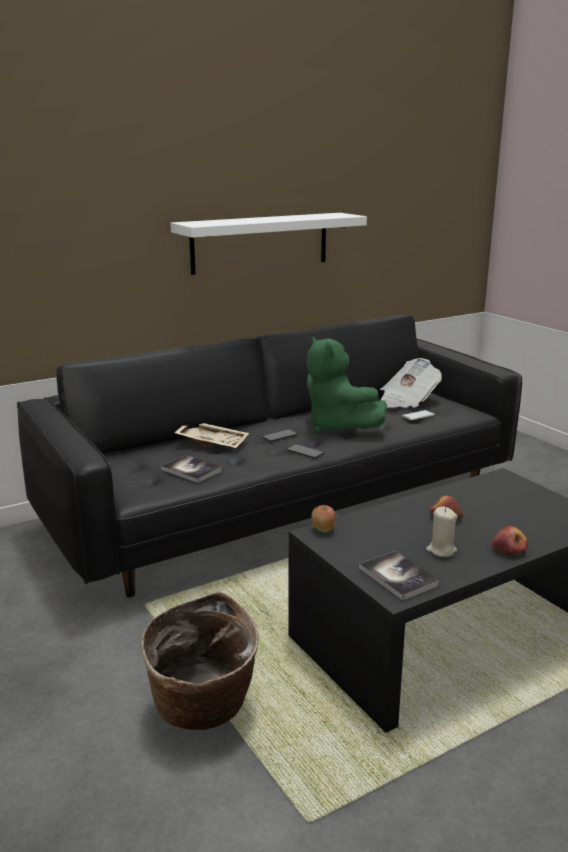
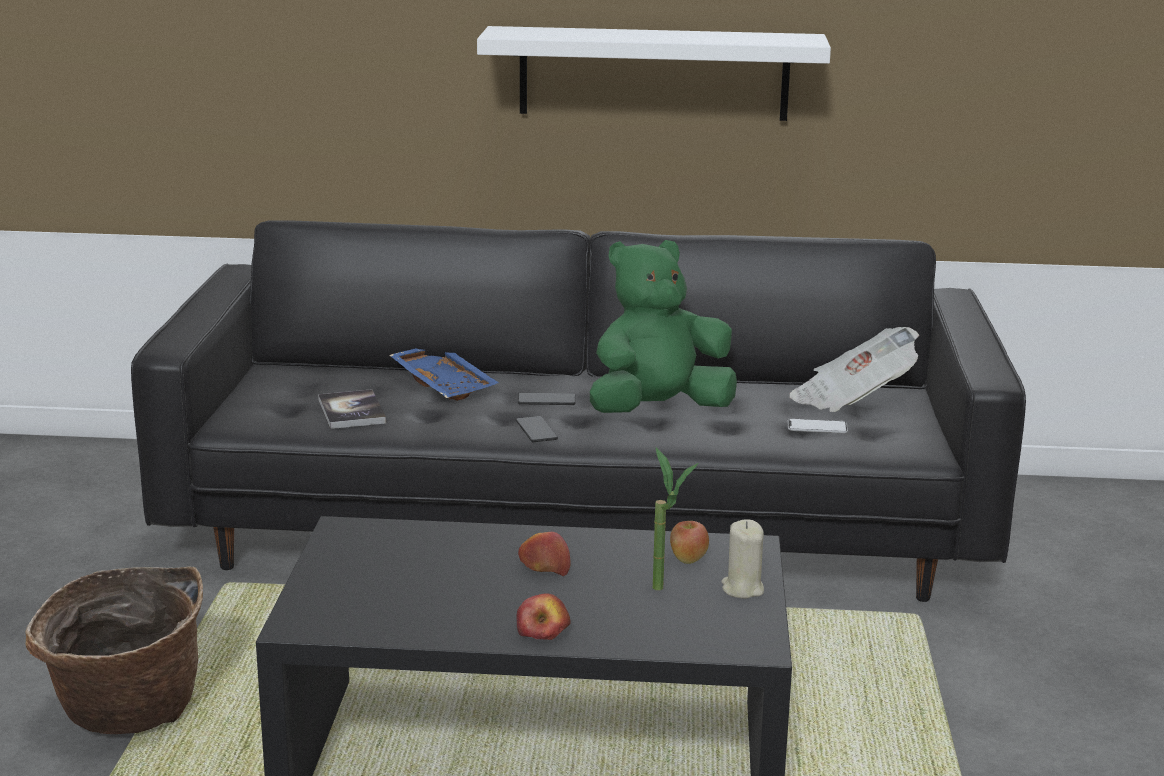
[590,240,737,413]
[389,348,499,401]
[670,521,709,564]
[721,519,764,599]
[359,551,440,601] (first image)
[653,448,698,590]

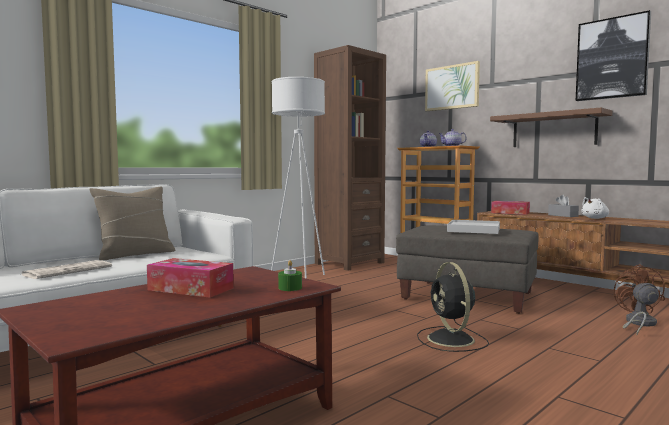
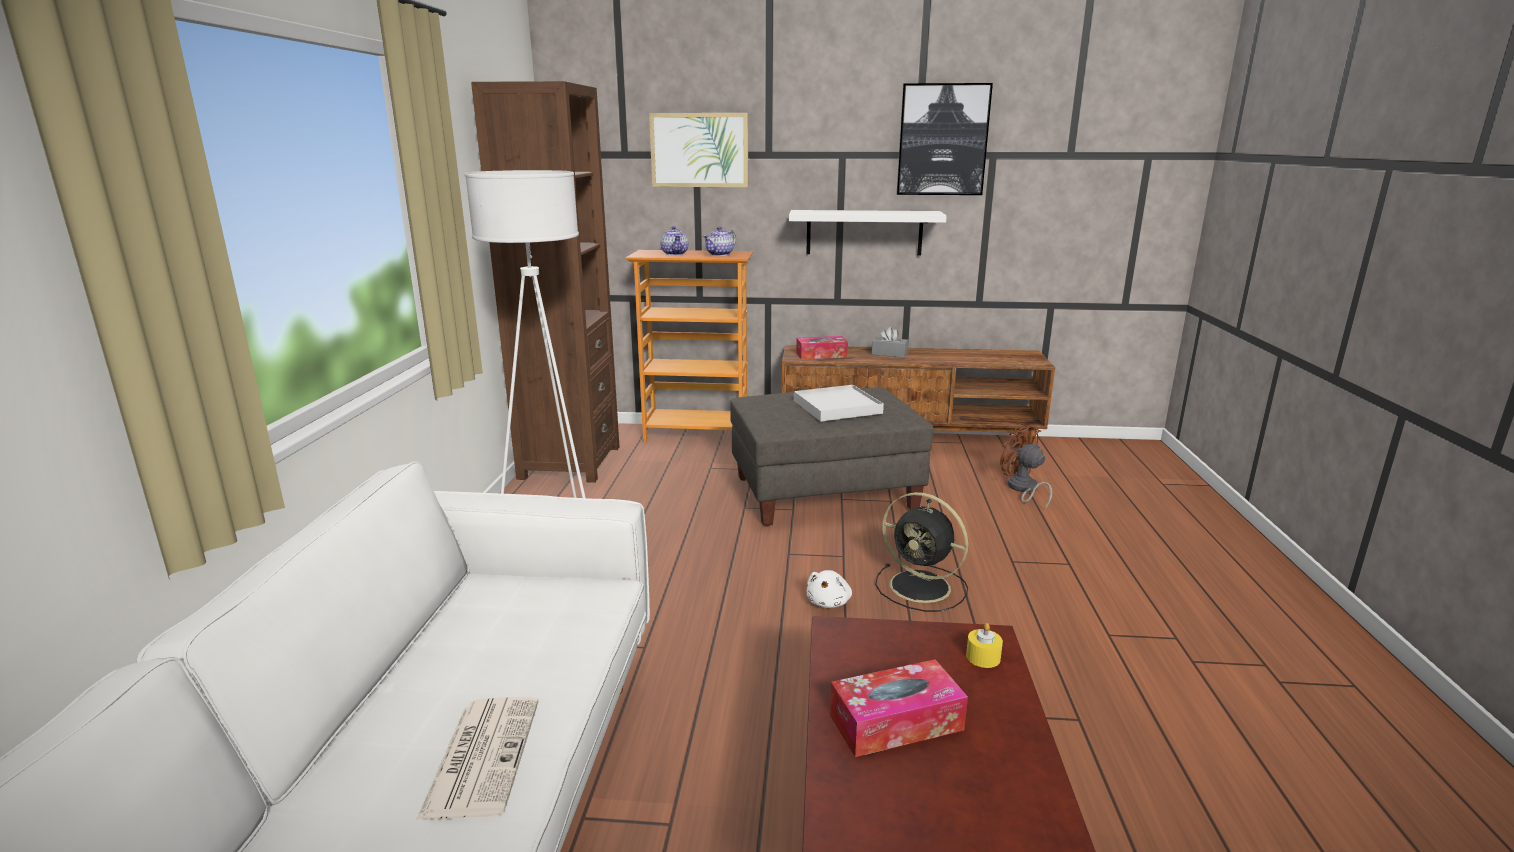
[789,210,947,256]
[89,187,175,260] (first image)
[807,570,852,608]
[966,623,1003,668]

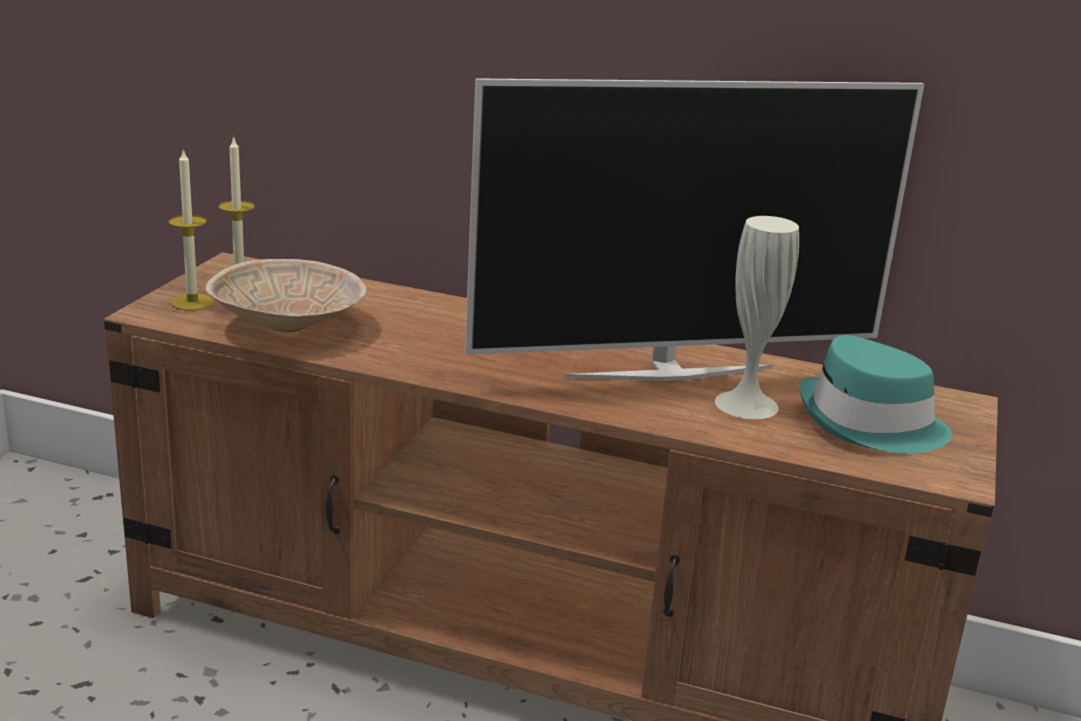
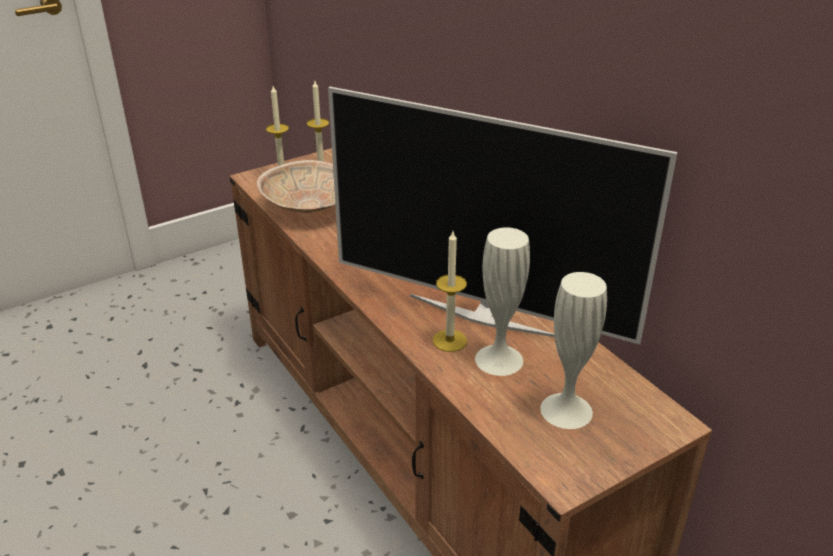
[540,272,607,429]
[433,231,467,352]

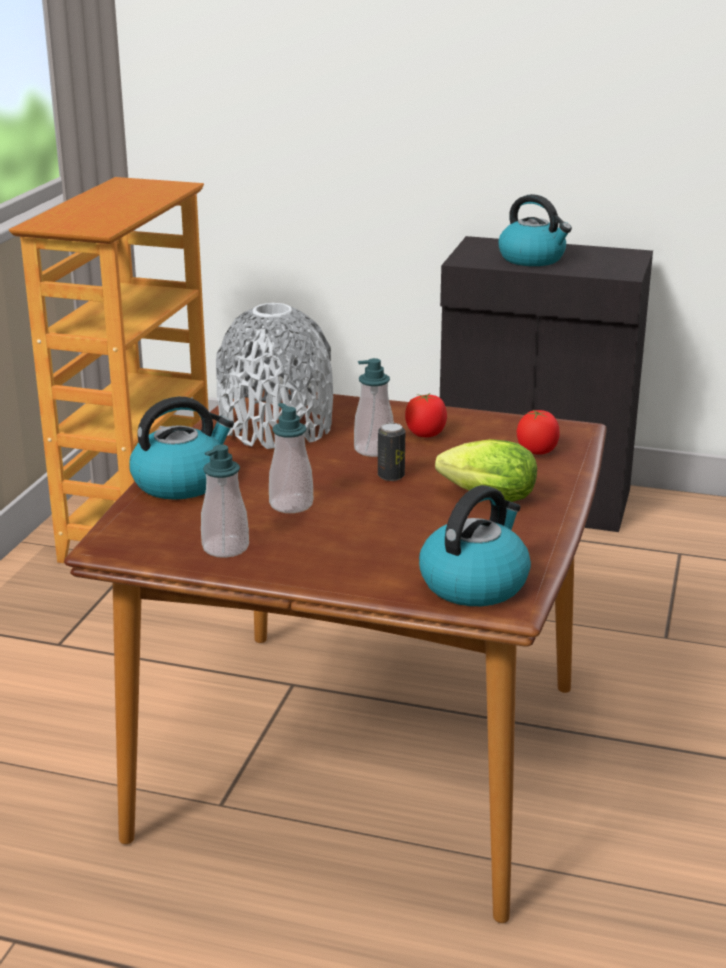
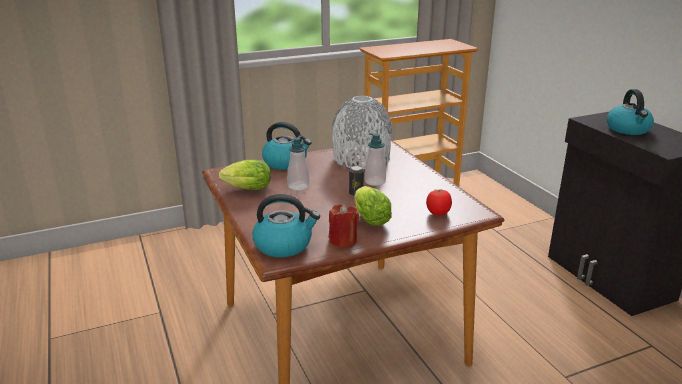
[405,393,447,437] (first image)
[219,160,271,190]
[329,204,359,248]

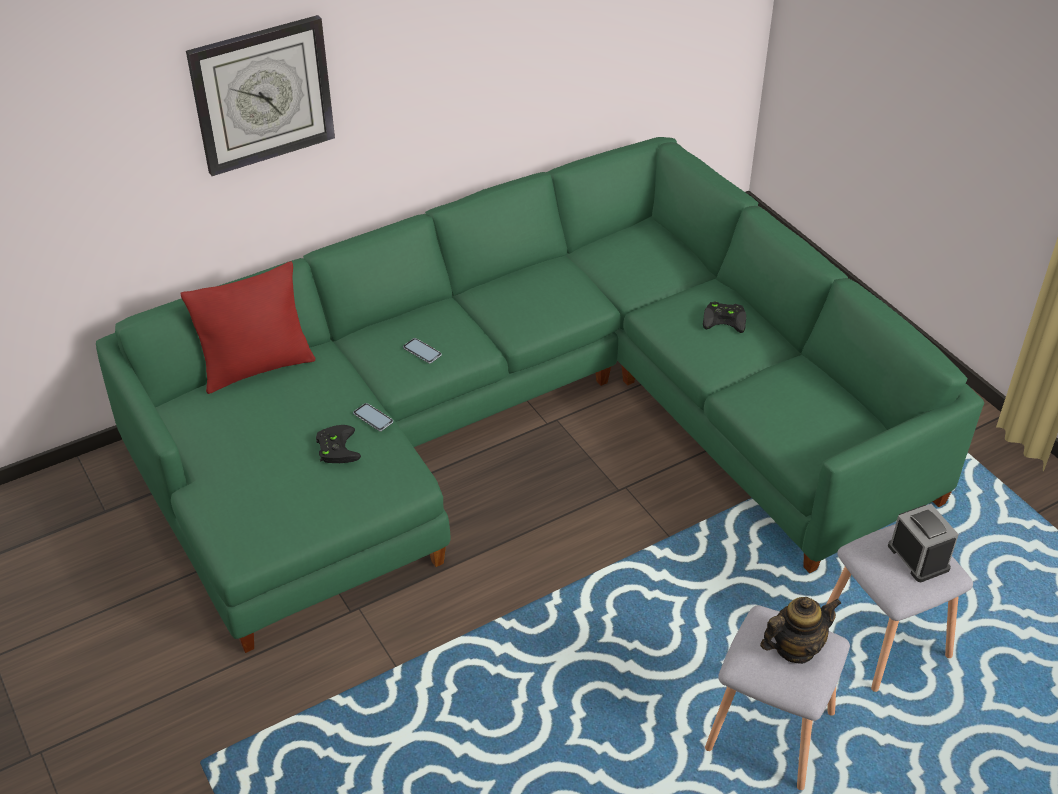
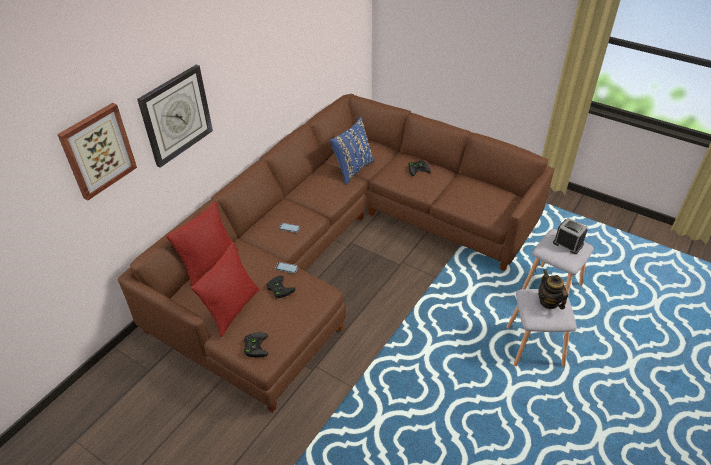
[118,94,554,412]
[538,269,568,310]
[57,103,137,201]
[330,117,375,185]
[191,242,259,337]
[244,332,268,357]

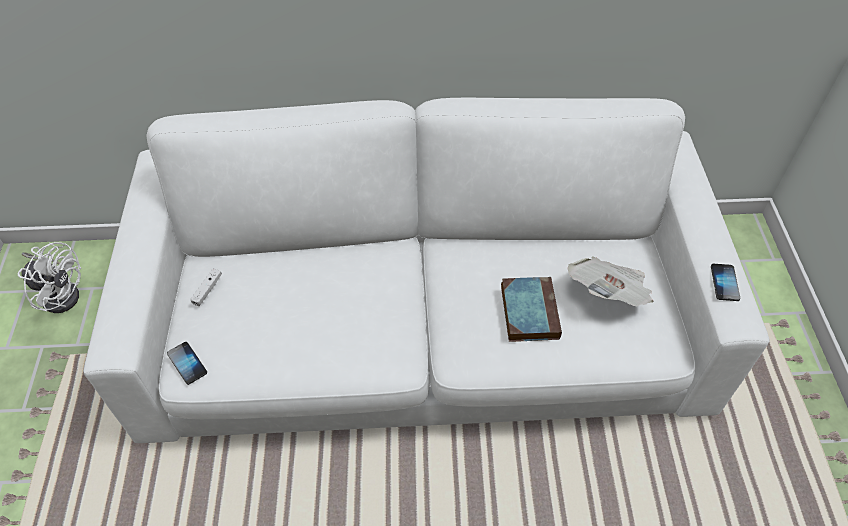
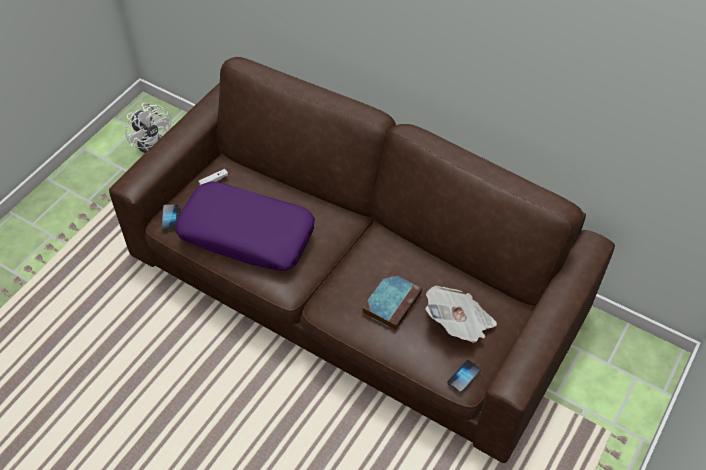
[109,57,615,463]
[447,360,481,392]
[176,181,315,271]

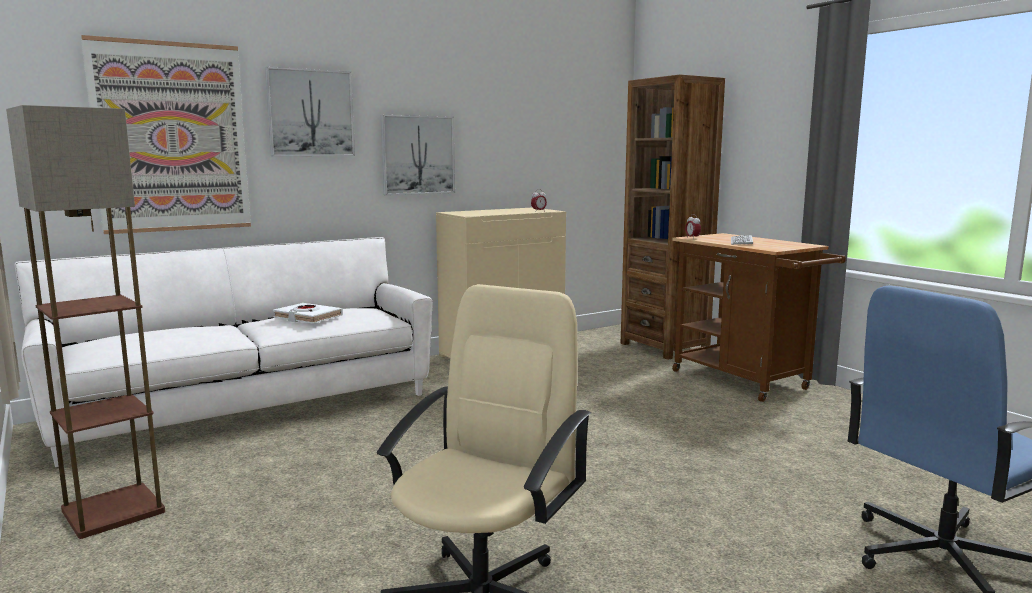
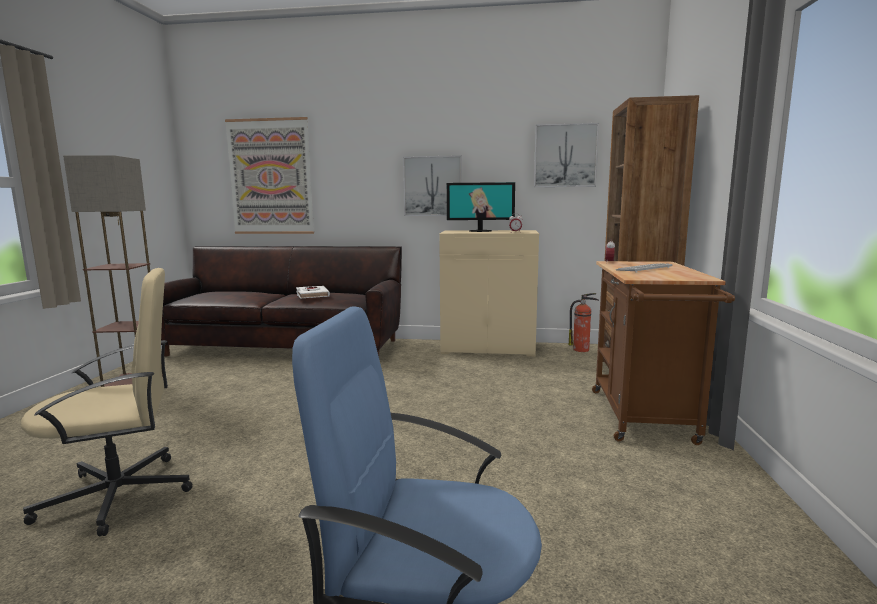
[534,123,599,187]
[161,246,402,356]
[447,182,515,232]
[569,293,599,352]

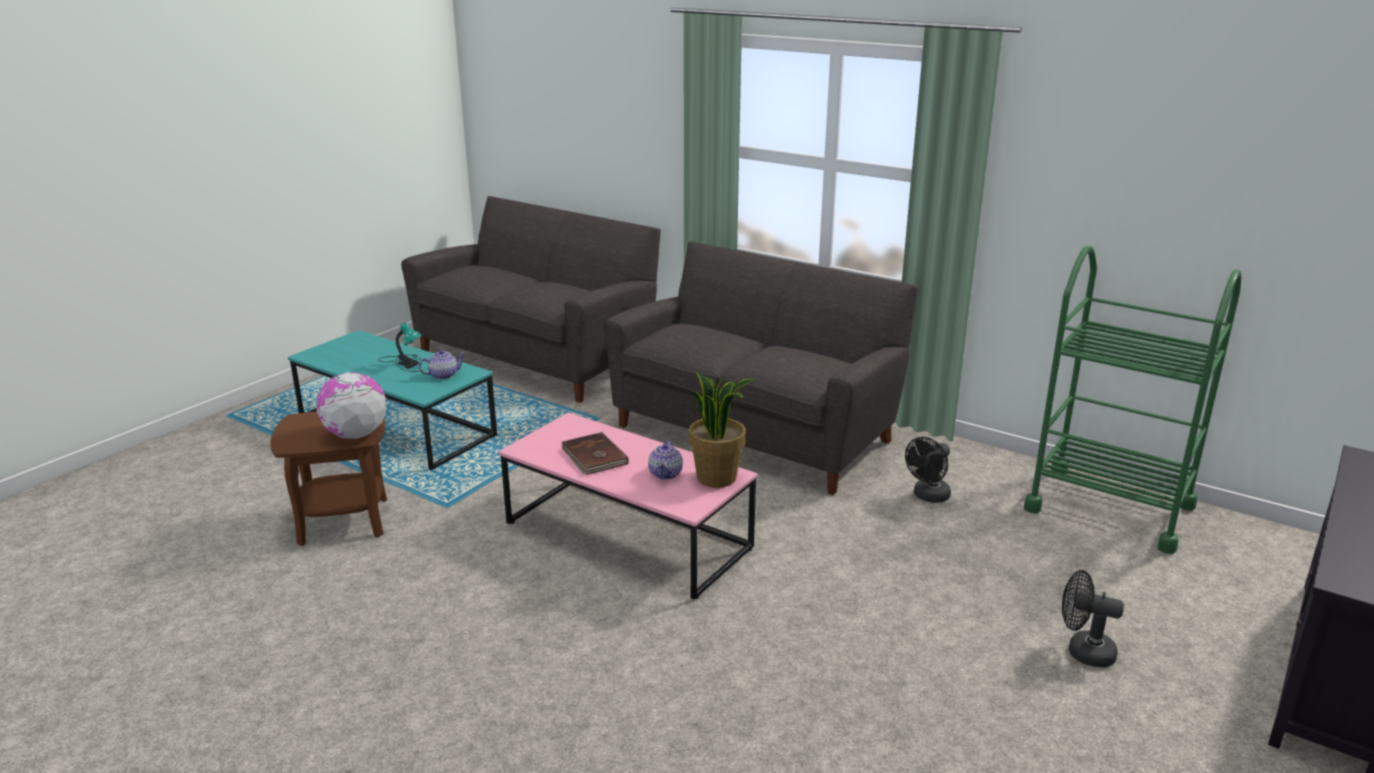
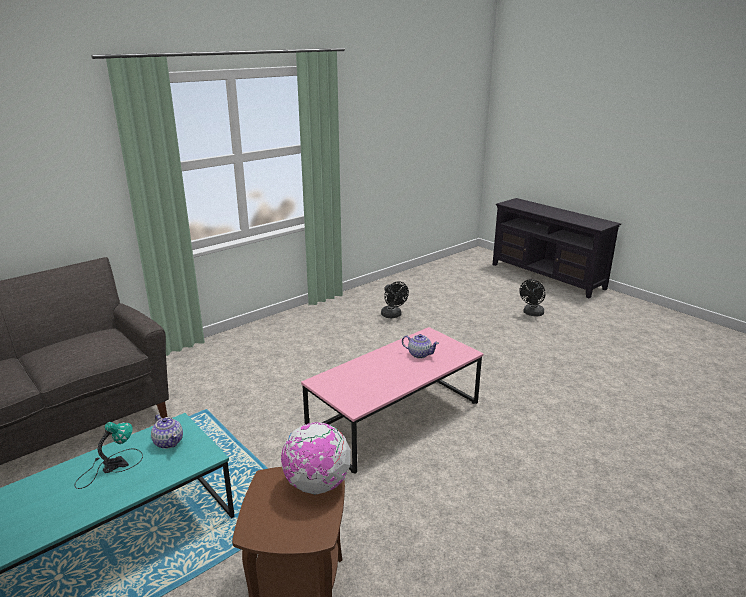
[604,241,919,495] (first image)
[1024,246,1241,554] (first image)
[151,414,183,449]
[689,372,754,488] (first image)
[561,432,629,475] (first image)

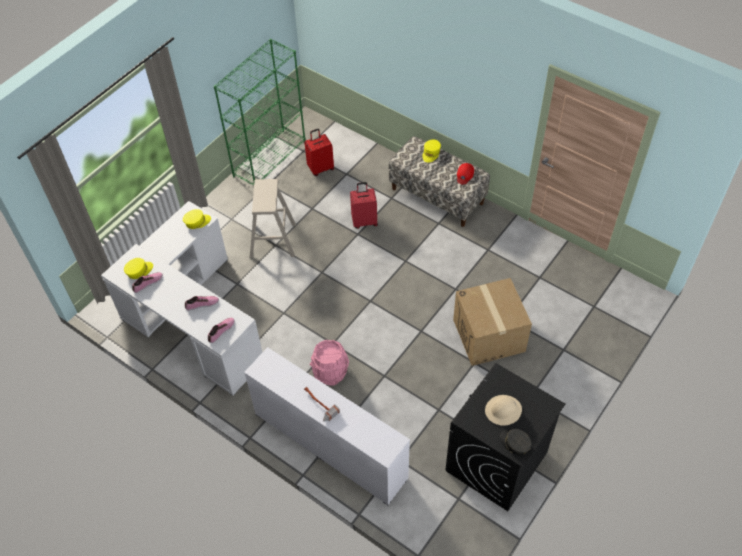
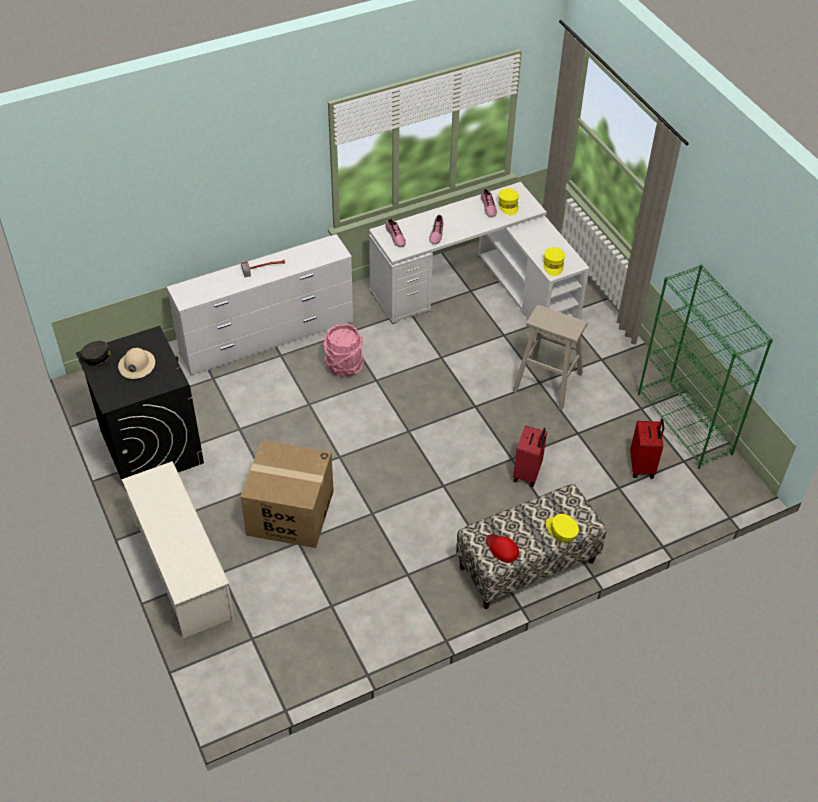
[122,461,235,638]

